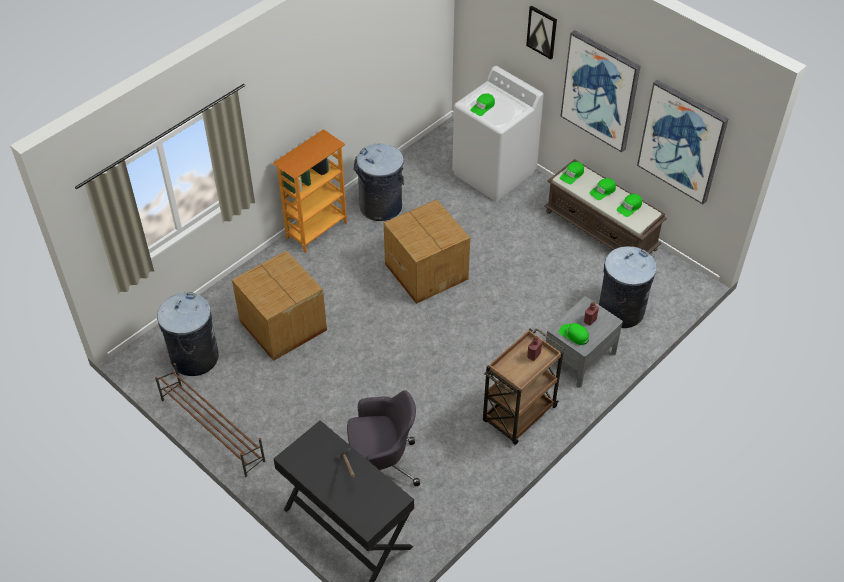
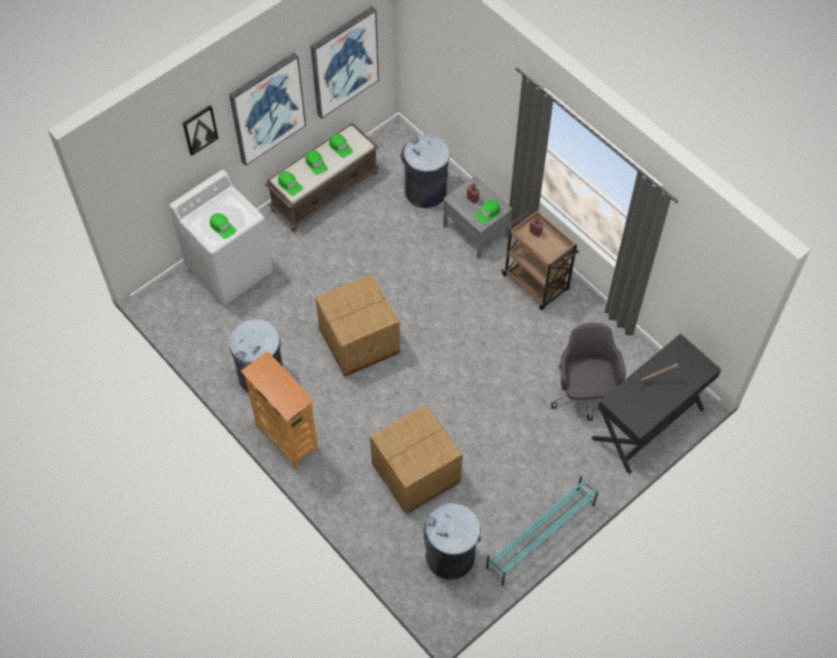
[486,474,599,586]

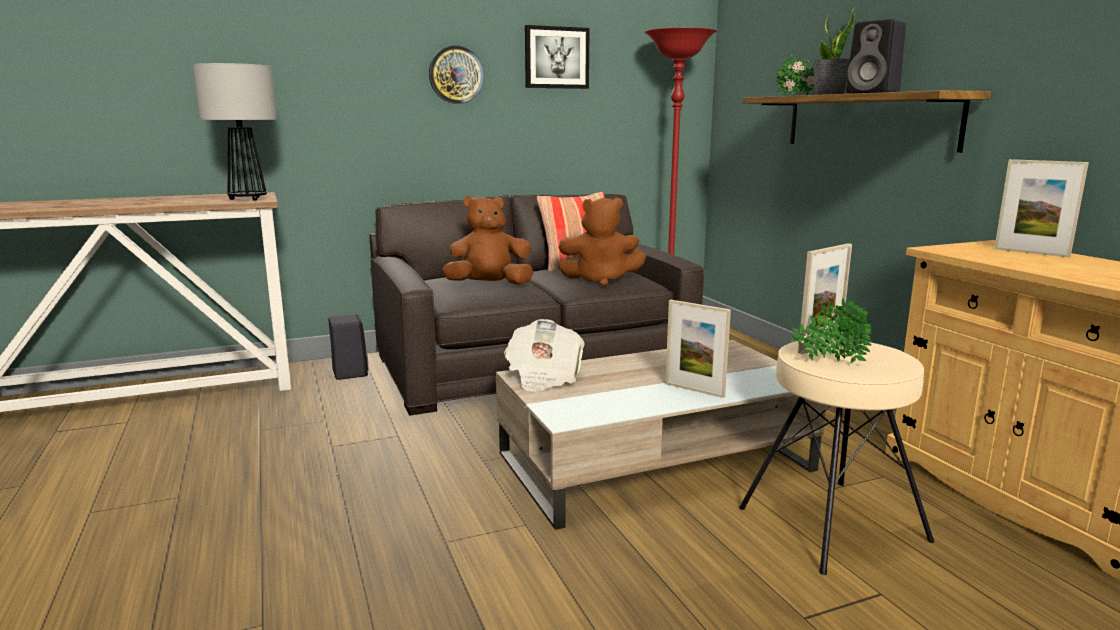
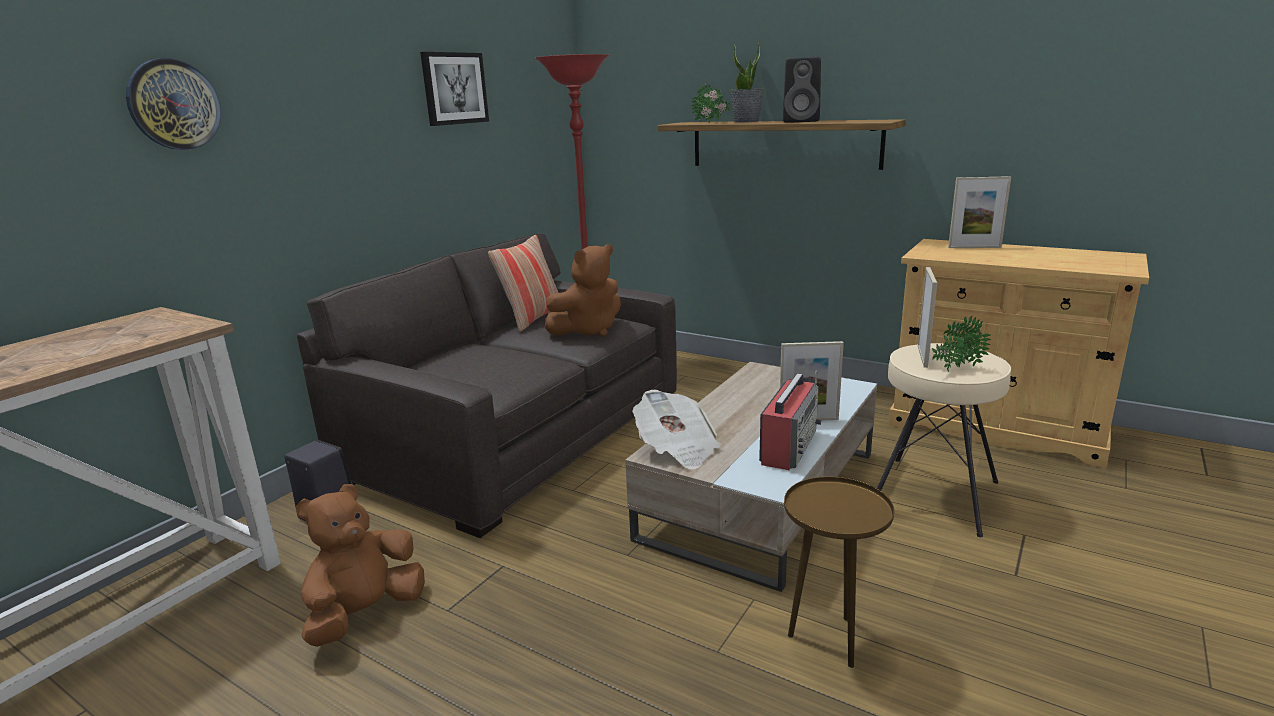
[126,58,221,150]
[193,63,277,201] (first image)
[296,484,425,647]
[759,371,821,470]
[784,477,894,668]

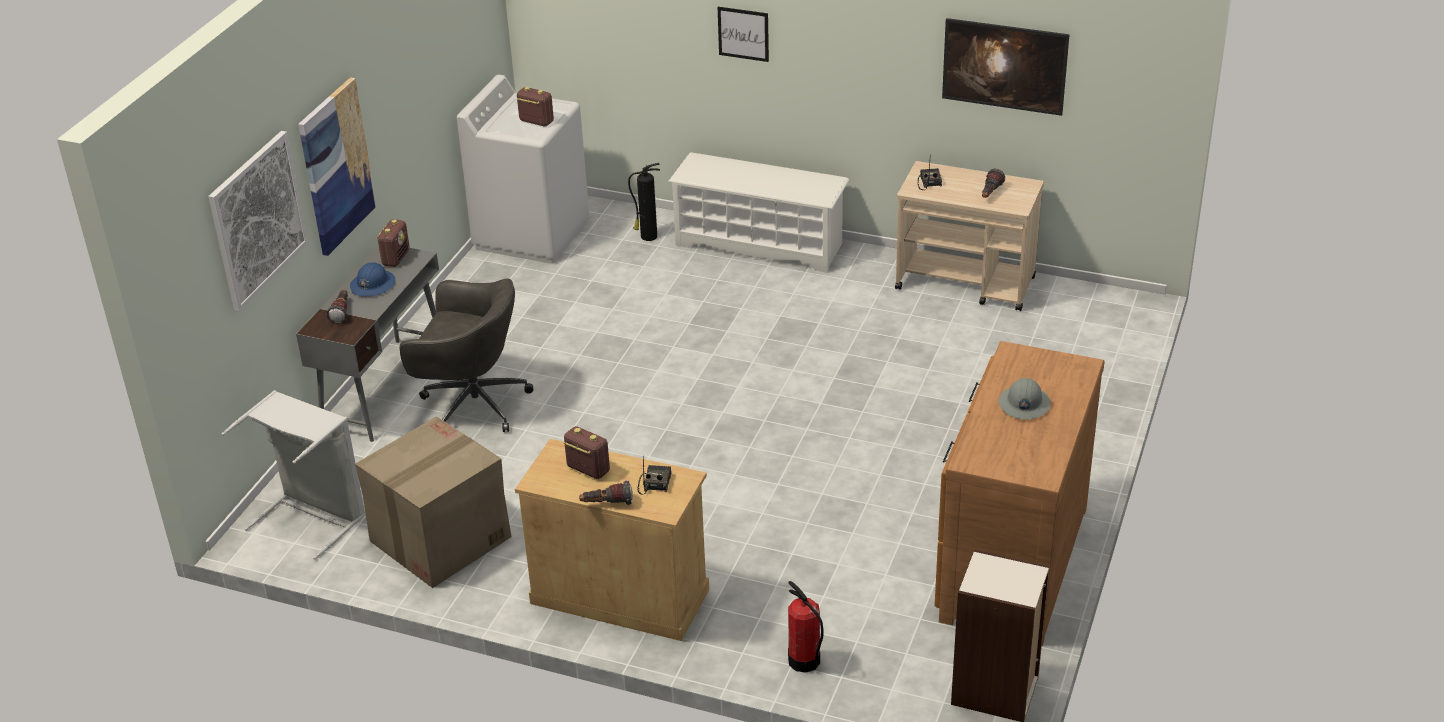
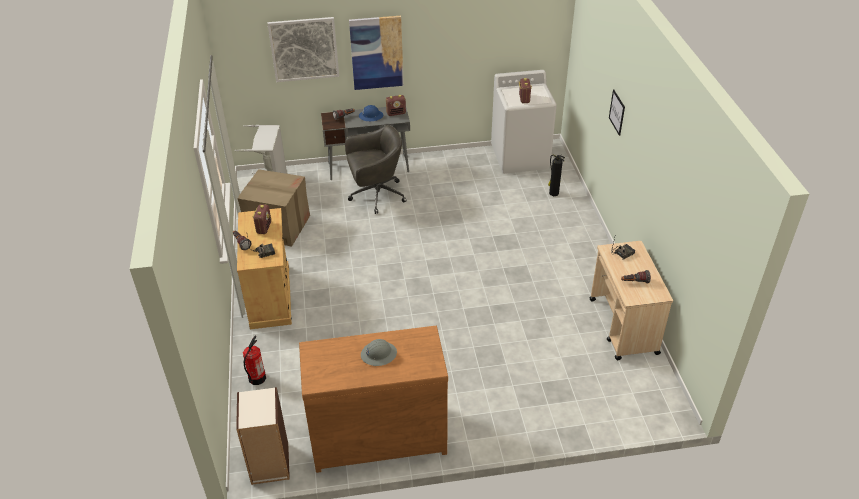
[942,18,1070,116] (first image)
[669,152,849,273] (first image)
[345,125,407,214]

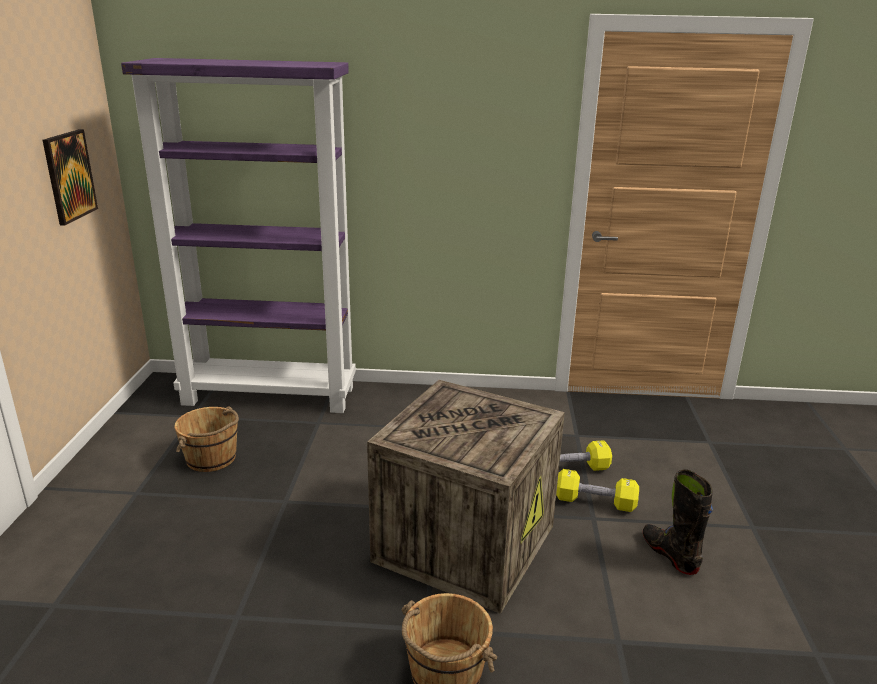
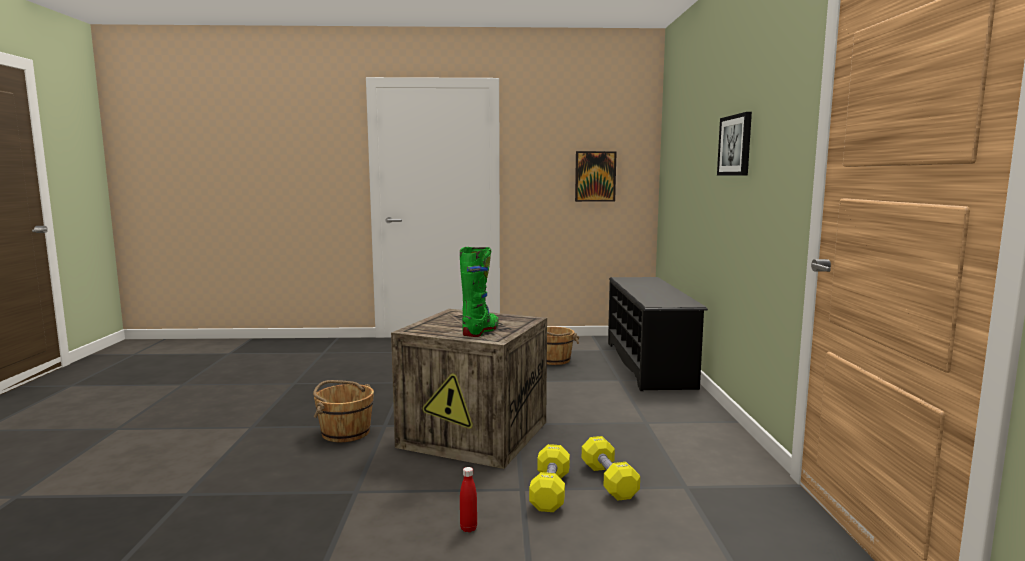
[608,277,708,391]
[460,467,477,532]
[717,112,752,176]
[460,247,499,337]

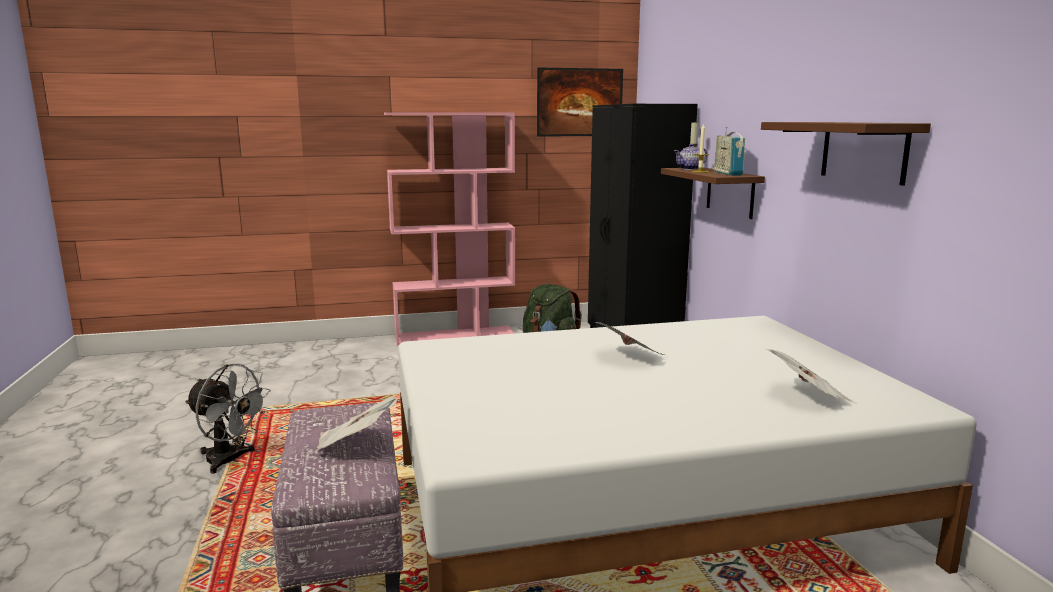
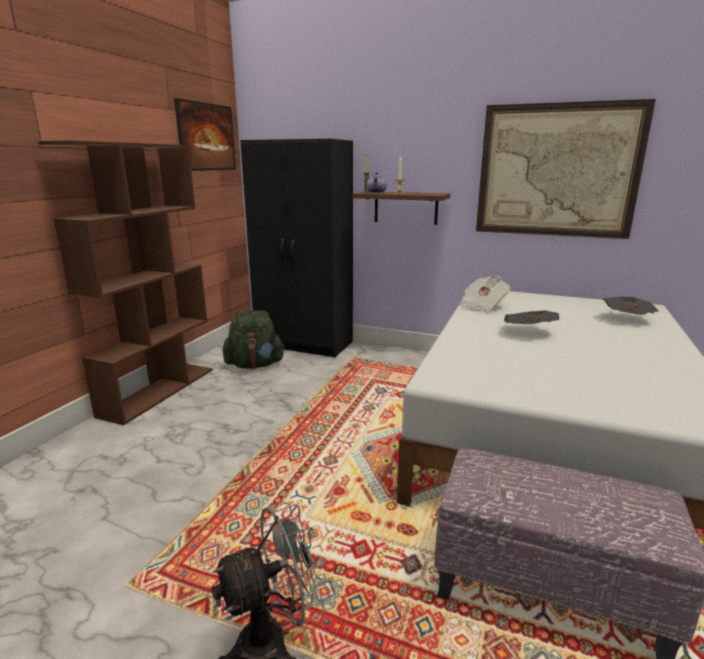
[38,140,213,425]
[476,99,656,239]
[714,127,745,175] (first image)
[463,276,510,311]

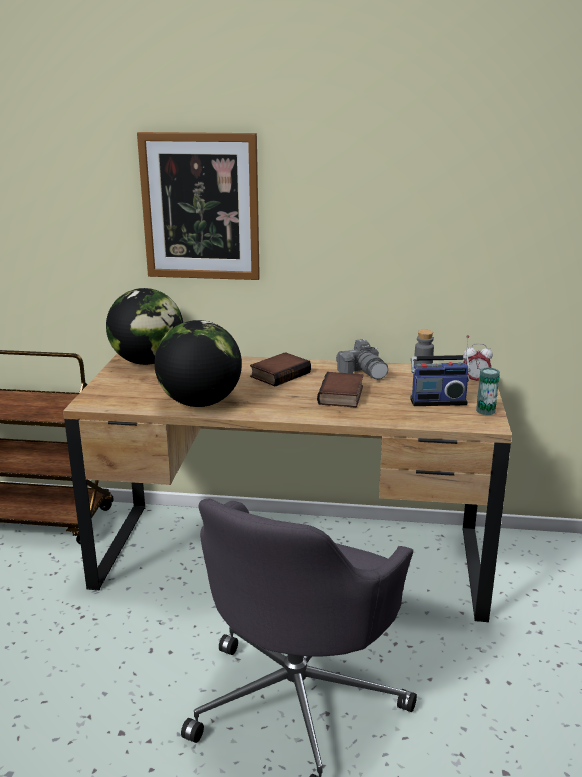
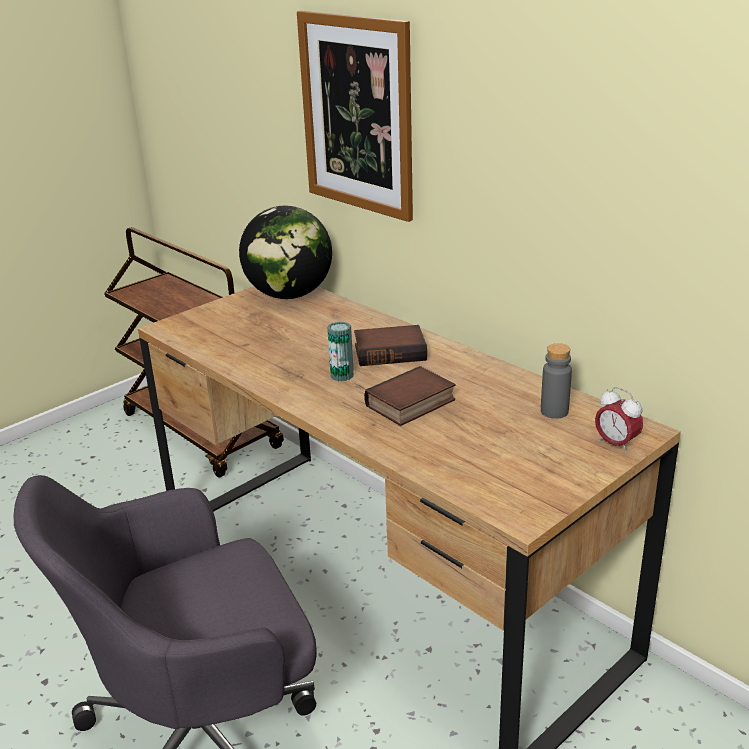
[154,320,242,407] (first image)
[410,335,470,406] (first image)
[336,339,388,380] (first image)
[327,322,354,381]

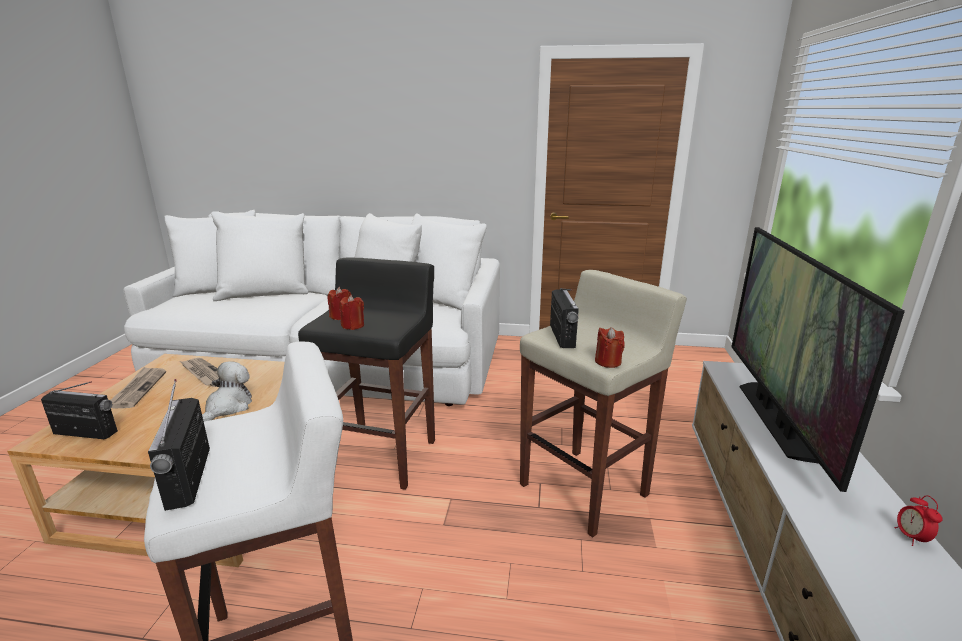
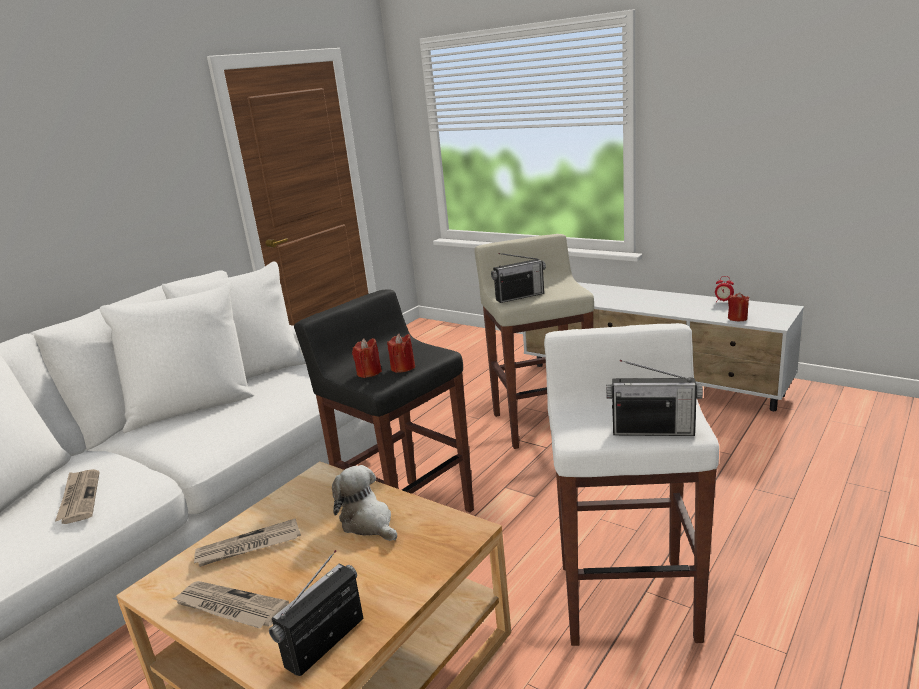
[732,227,905,492] (first image)
[491,253,546,303]
[728,293,749,321]
[55,469,100,524]

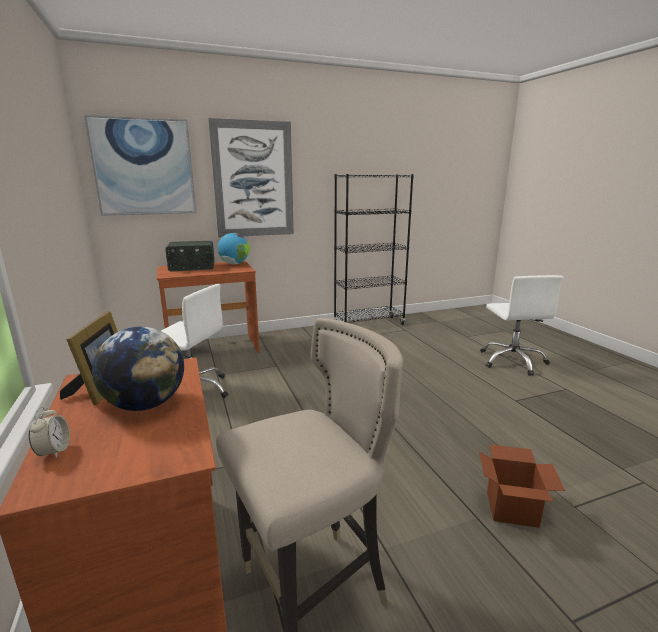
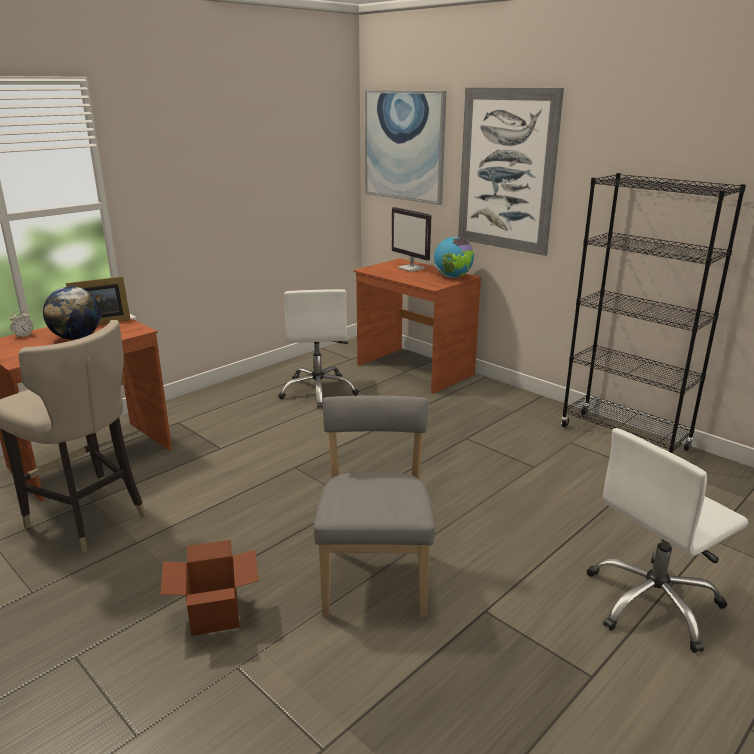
[392,207,431,272]
[313,396,435,617]

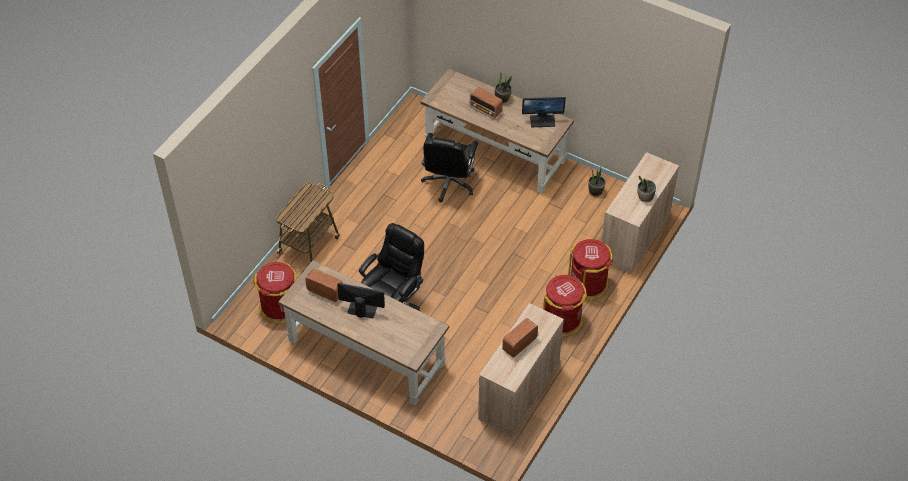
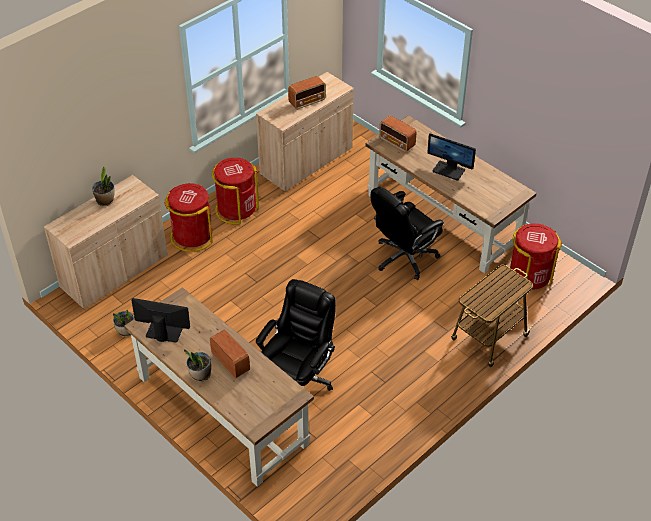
[379,116,416,152]

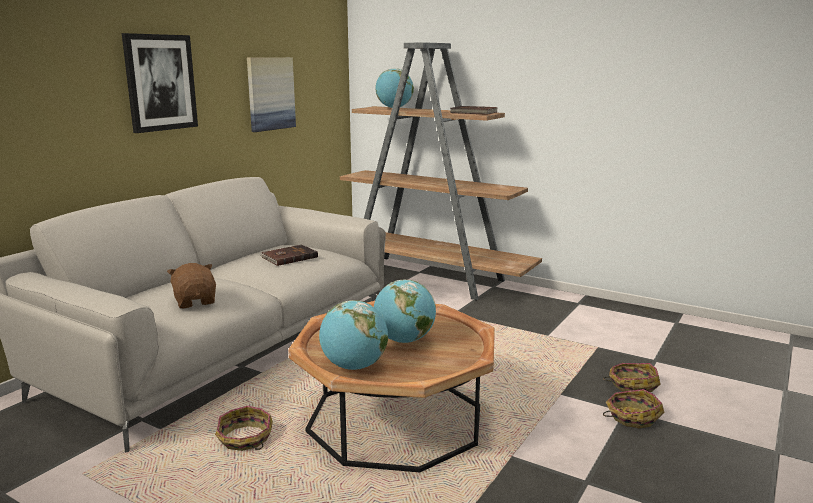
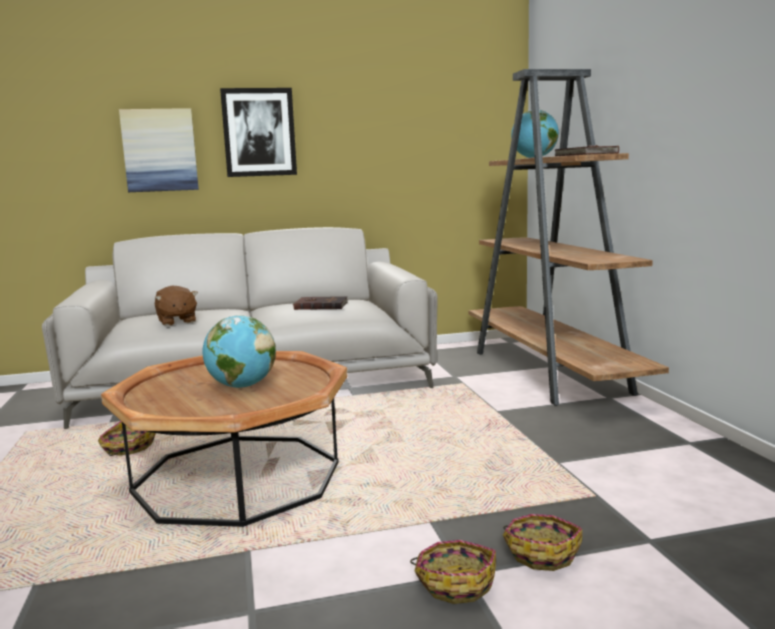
[119,108,199,192]
[155,286,198,326]
[319,300,388,370] (first image)

